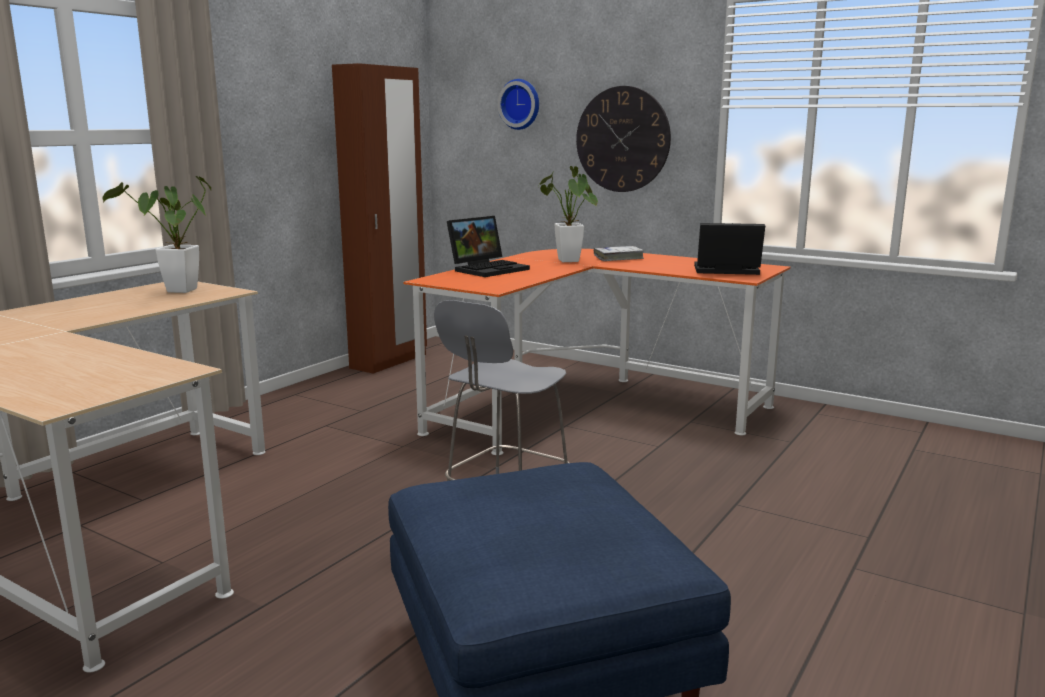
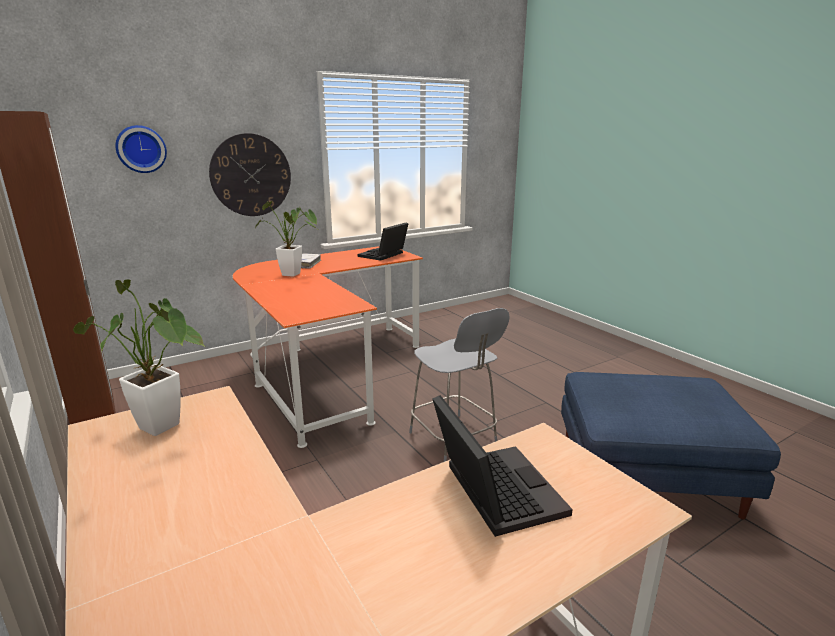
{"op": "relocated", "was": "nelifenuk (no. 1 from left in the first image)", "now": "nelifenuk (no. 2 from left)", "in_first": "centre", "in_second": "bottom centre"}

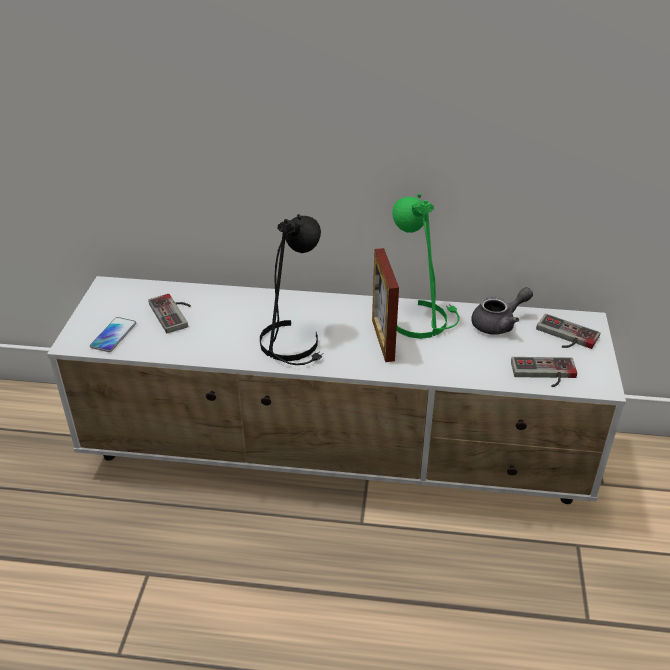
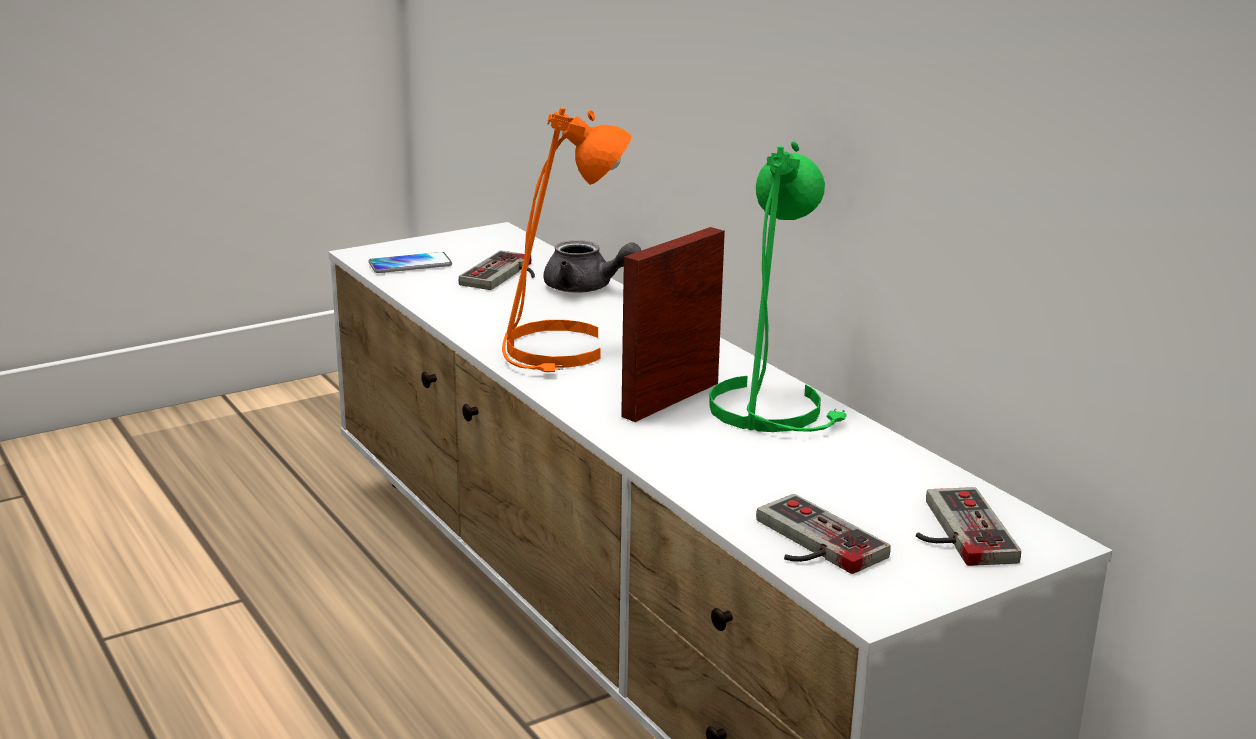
{"op": "colour", "was": "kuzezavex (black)", "now": "kuzezavex (orange)", "in_first": "centre", "in_second": "top centre"}
{"op": "relocated", "was": "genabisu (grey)", "in_first": "middle right", "in_second": "centre"}

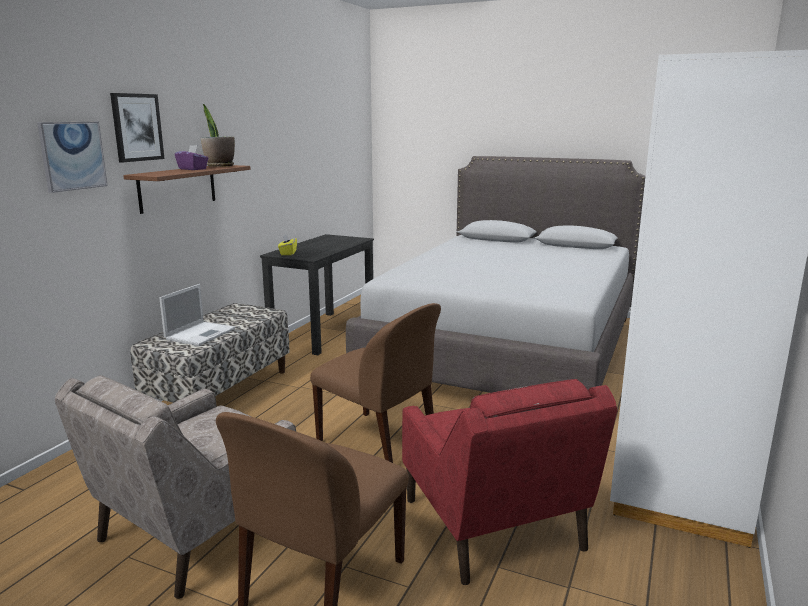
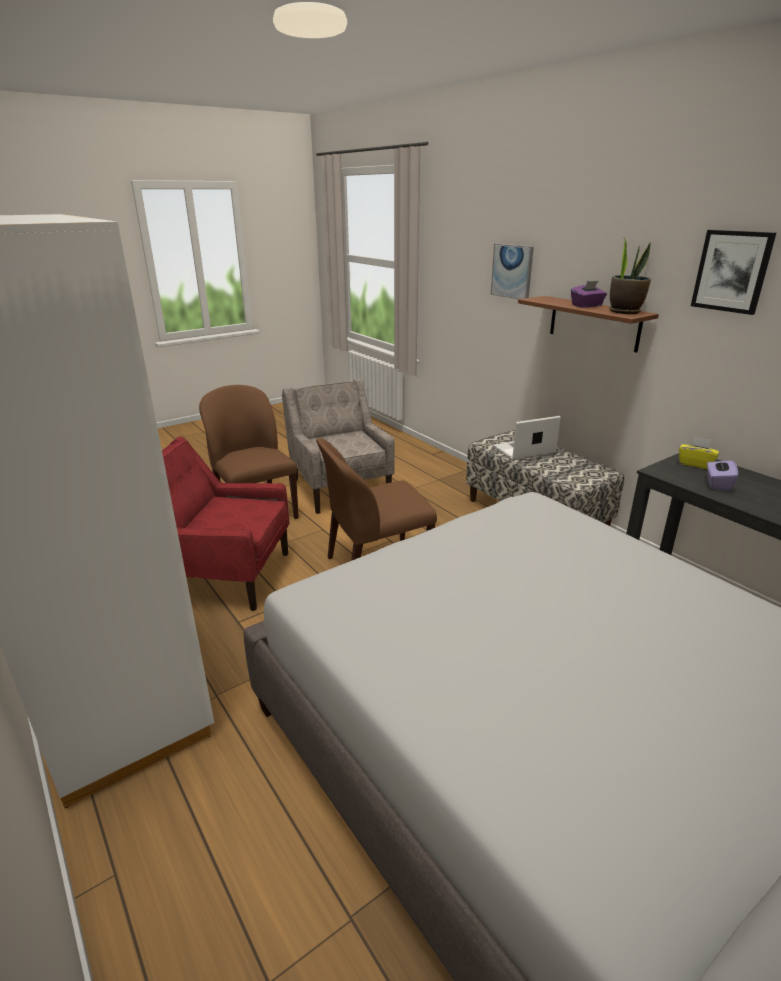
{"op": "relocated", "was": "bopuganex (no. 2 from left)", "in_first": "top left", "in_second": "top right"}
{"op": "spun", "was": "nelifenuk", "in_first": "middle left", "in_second": "middle right", "clockwise": 105}
{"op": "appeared", "now": "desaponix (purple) (no. 2 from left)", "in_second": "middle right"}

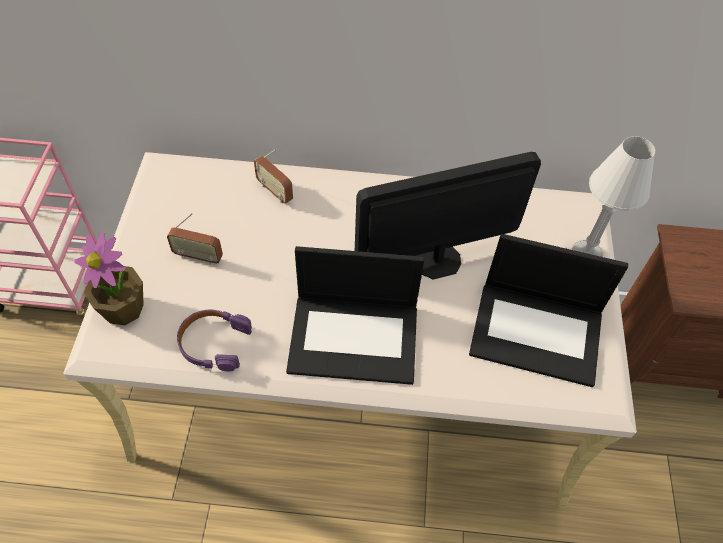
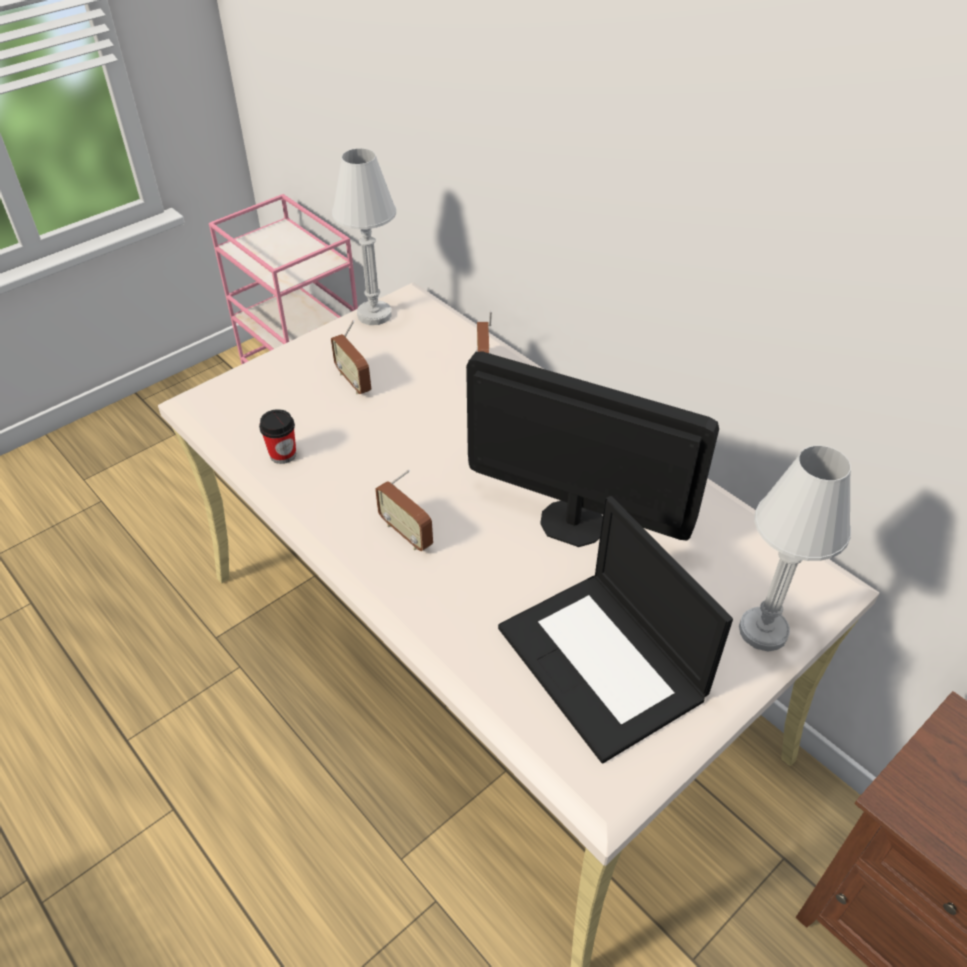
{"op": "missing", "was": "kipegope", "in_first": "middle left"}
{"op": "exchanged", "was": "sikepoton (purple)", "now": "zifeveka", "in_first": "middle left", "in_second": "middle left"}
{"op": "exchanged", "was": "nelifenuk (no. 1 from left)", "now": "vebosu (no. 2 from left)", "in_first": "centre", "in_second": "centre"}
{"op": "appeared", "now": "kuzezavex (white) (no. 1 from left)", "in_second": "top centre"}

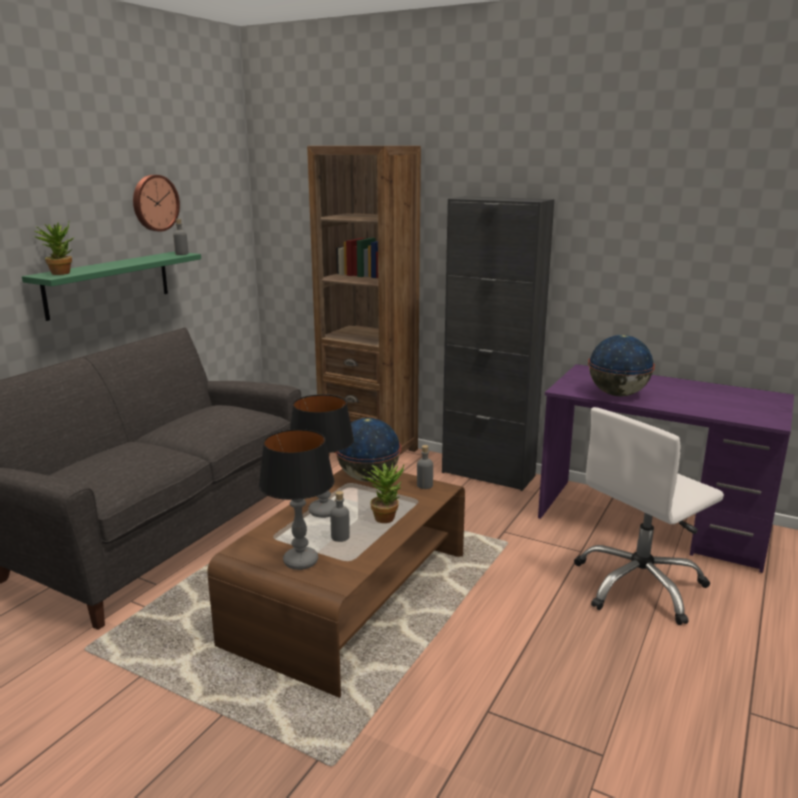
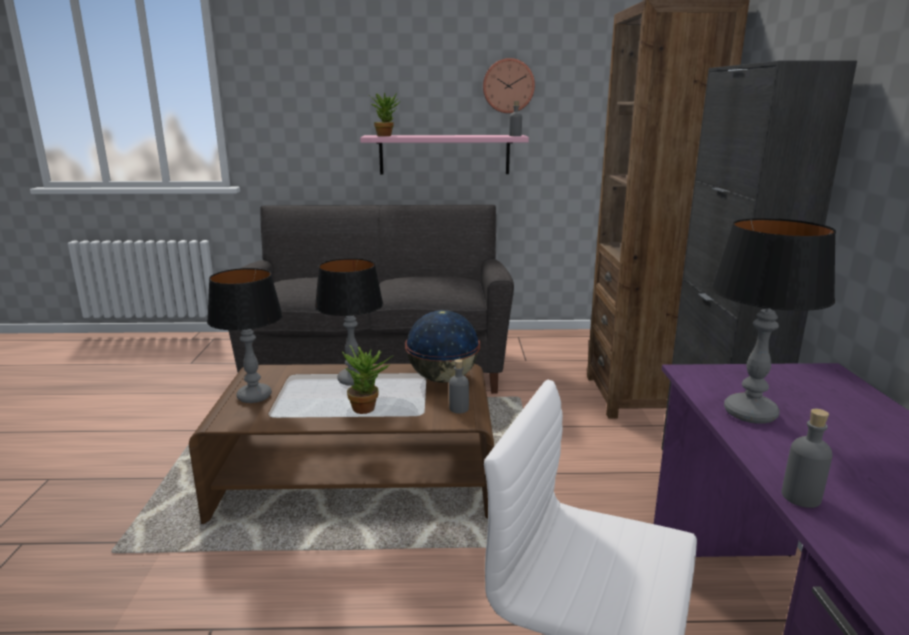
{"op": "colour", "was": "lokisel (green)", "now": "lokisel (pink)", "in_first": "middle left", "in_second": "top centre"}
{"op": "relocated", "was": "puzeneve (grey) (no. 2 from left in the first image)", "now": "puzeneve (grey) (no. 3 from left)", "in_first": "centre", "in_second": "bottom right"}
{"op": "exchanged", "was": "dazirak (no. 2 from left)", "now": "kuzezavex (no. 3 from left)", "in_first": "middle right", "in_second": "middle right"}

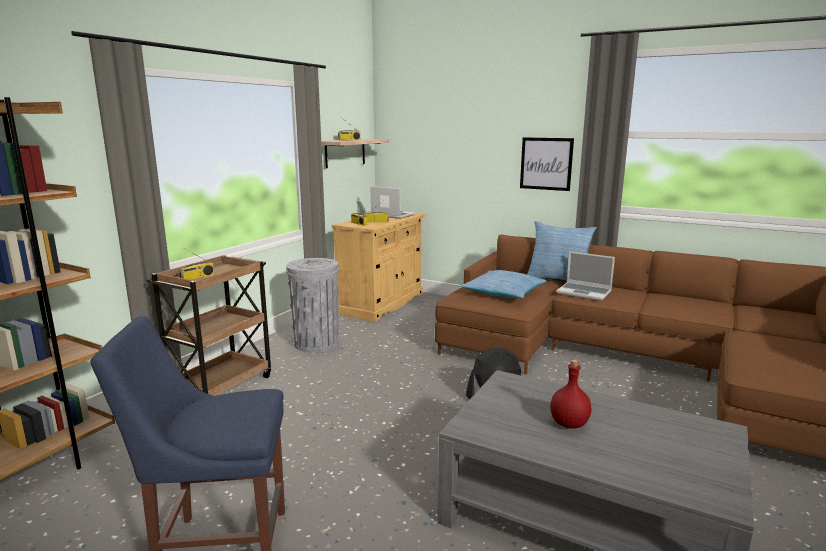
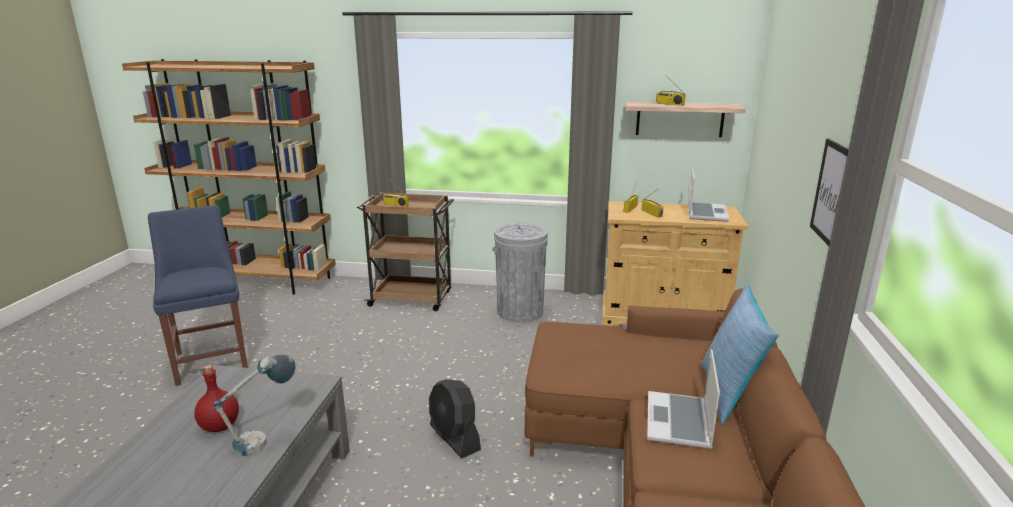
{"op": "missing", "was": "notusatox (no. 1 from left)", "in_first": "centre"}
{"op": "appeared", "now": "kuzezavex", "in_second": "bottom left"}

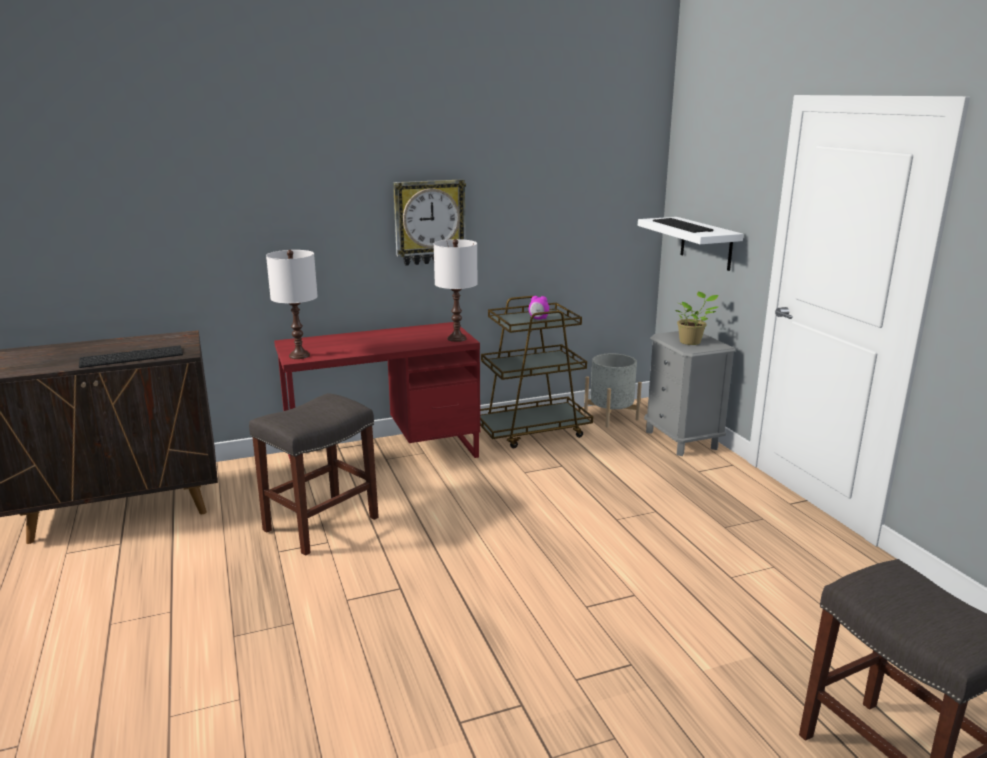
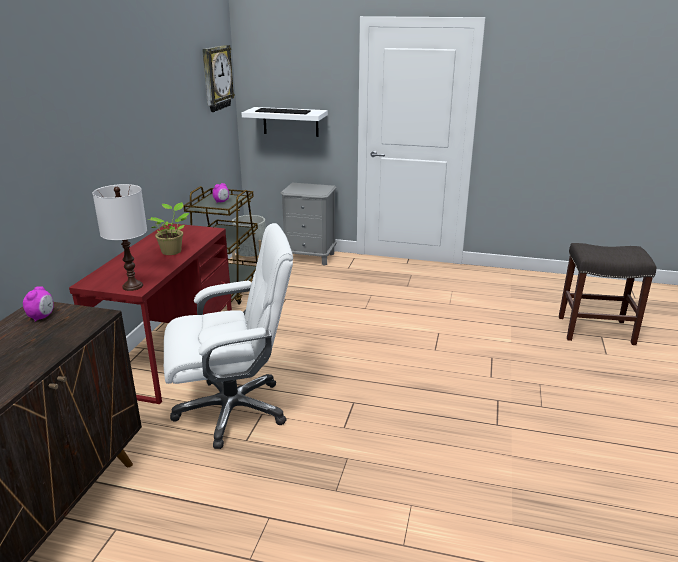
{"op": "missing", "was": "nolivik (no. 1 from left)", "in_first": "middle left"}
{"op": "exchanged", "was": "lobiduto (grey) (no. 1 from left)", "now": "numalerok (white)", "in_first": "middle left", "in_second": "centre"}
{"op": "relocated", "was": "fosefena", "in_first": "top centre", "in_second": "top left"}
{"op": "missing", "was": "kuzezavex (white) (no. 2 from left)", "in_first": "centre"}
{"op": "relocated", "was": "kipegope", "in_first": "middle right", "in_second": "middle left"}
{"op": "appeared", "now": "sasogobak (no. 1 from left)", "in_second": "middle left"}

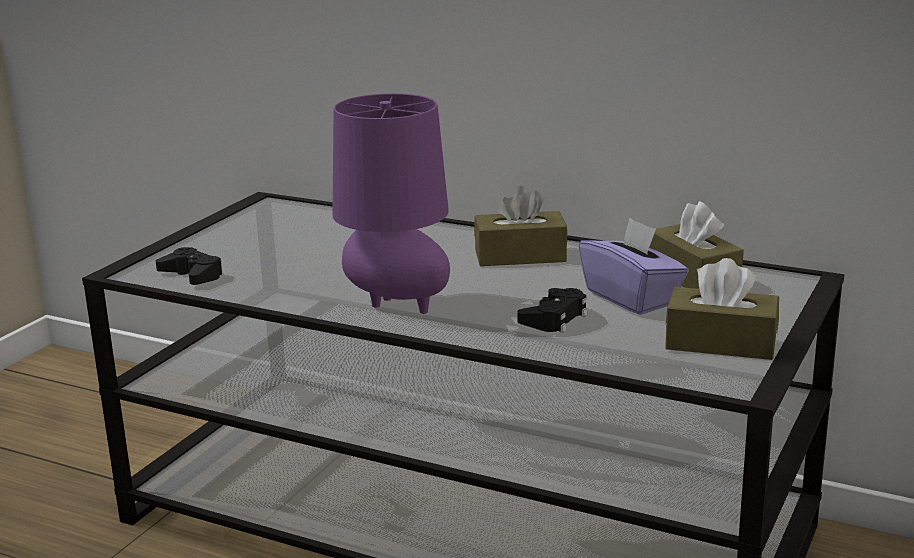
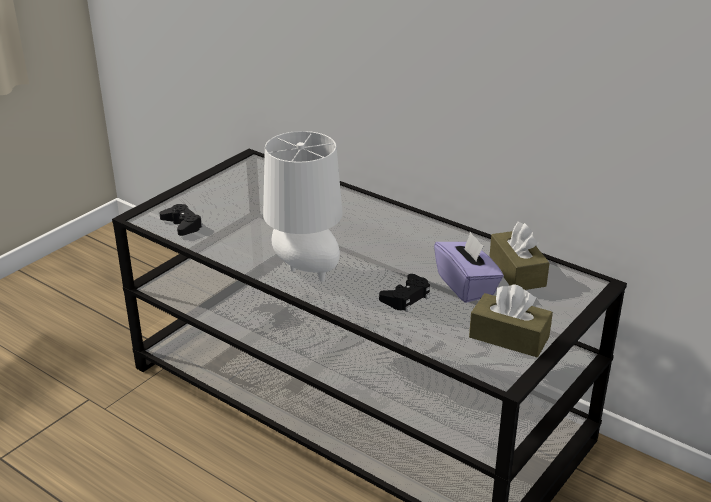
{"op": "colour", "was": "kuzezavex (purple)", "now": "kuzezavex (white)", "in_first": "centre", "in_second": "centre"}
{"op": "missing", "was": "desaponix (brown) (no. 1 from left)", "in_first": "centre"}

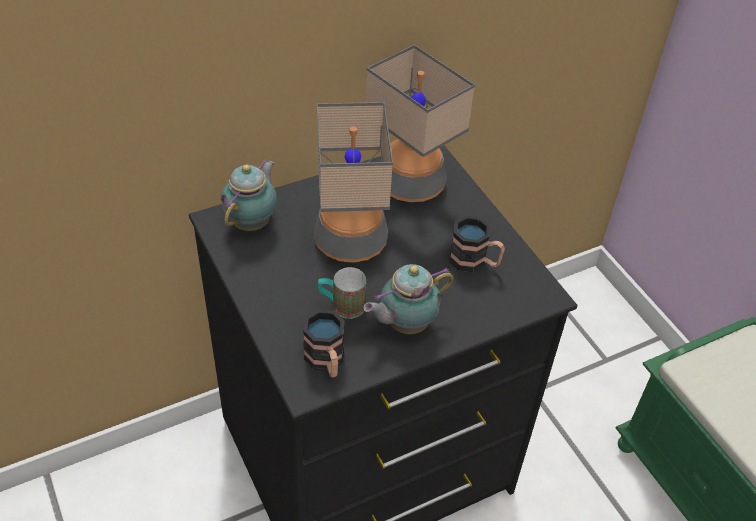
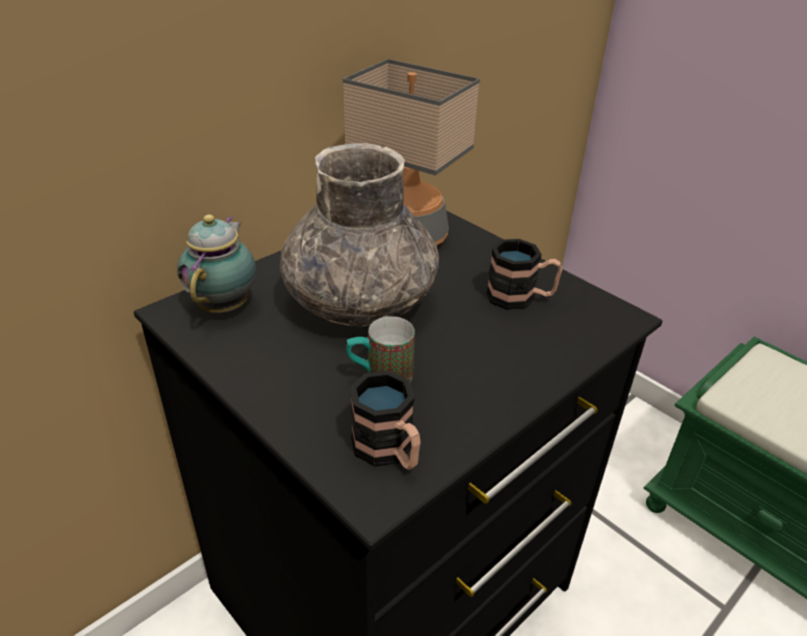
{"op": "exchanged", "was": "kuzezavex (no. 1 from left)", "now": "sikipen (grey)", "in_first": "centre", "in_second": "centre"}
{"op": "missing", "was": "genabisu (no. 2 from left)", "in_first": "centre"}

